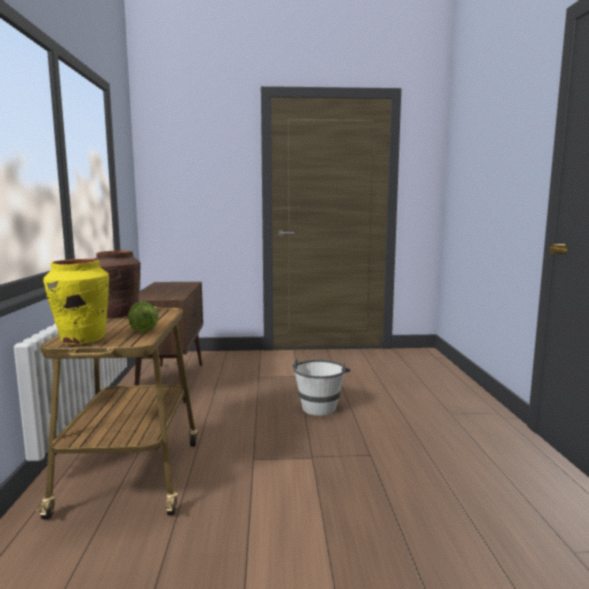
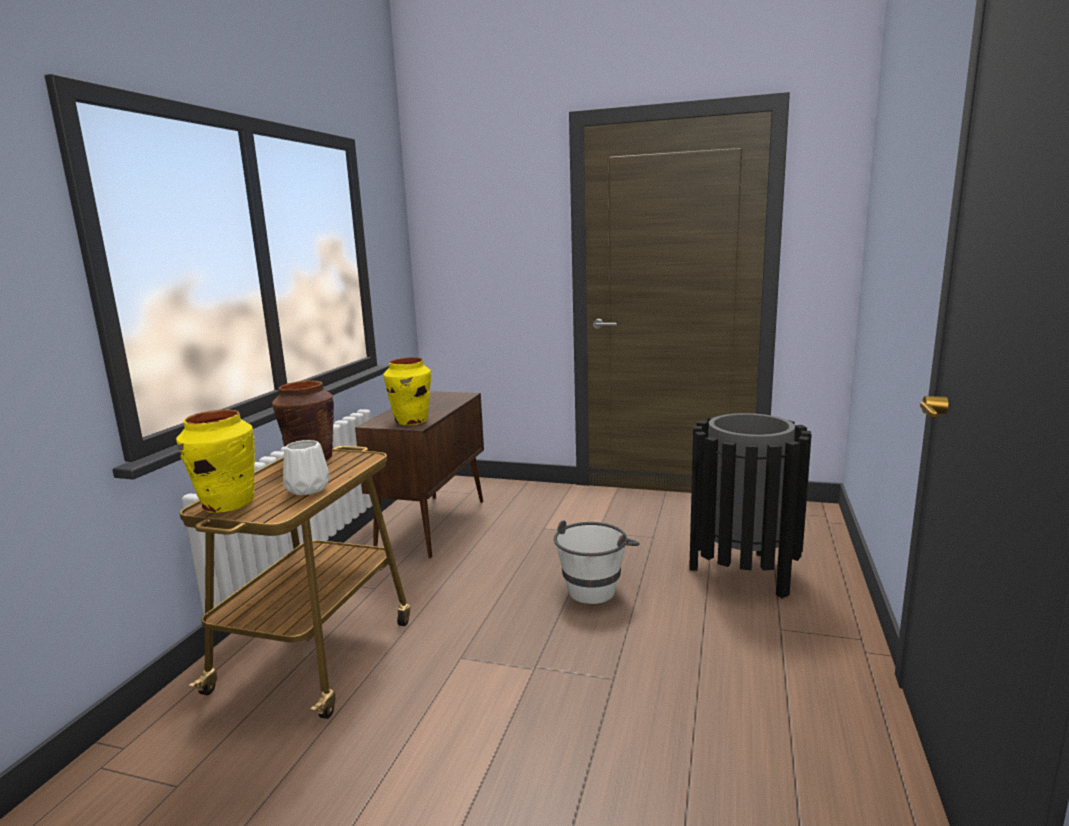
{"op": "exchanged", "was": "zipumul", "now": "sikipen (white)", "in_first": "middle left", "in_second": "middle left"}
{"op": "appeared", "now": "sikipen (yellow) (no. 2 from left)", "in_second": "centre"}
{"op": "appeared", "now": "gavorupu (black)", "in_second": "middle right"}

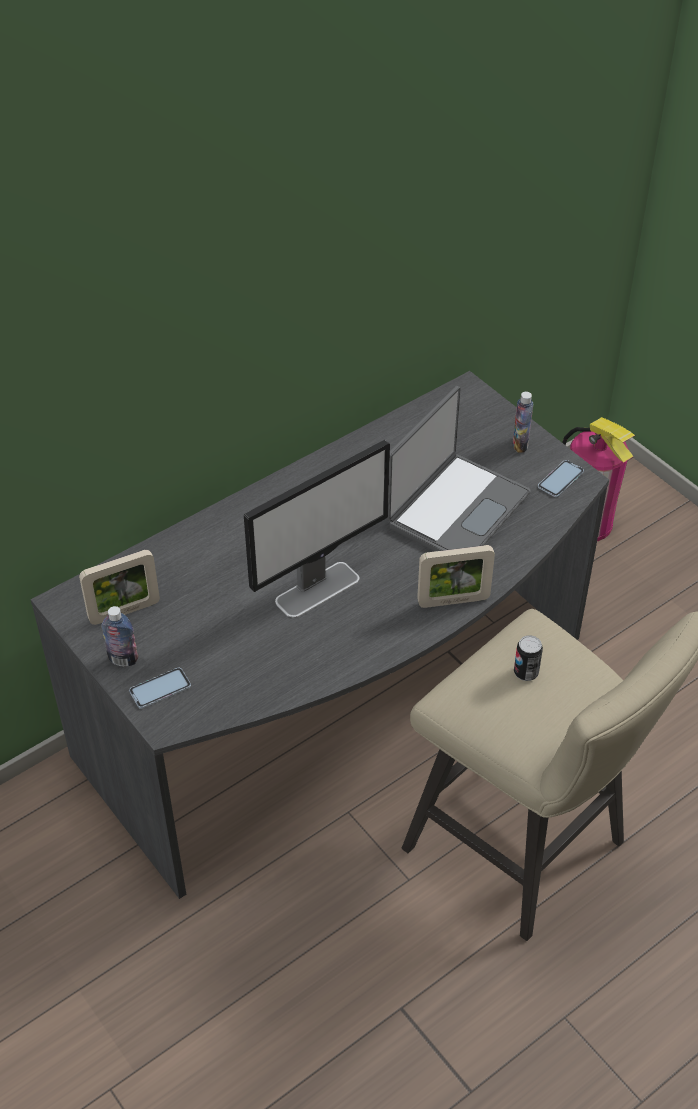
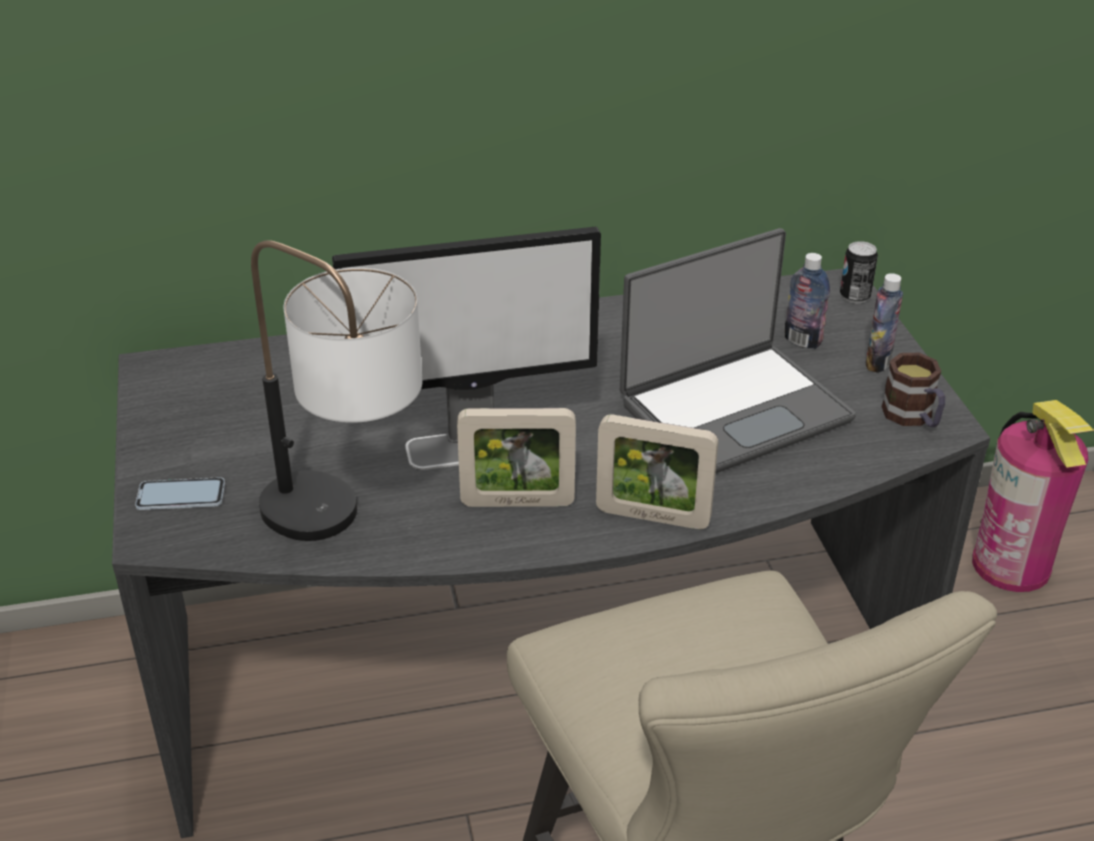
{"op": "relocated", "was": "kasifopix (no. 1 from left)", "in_first": "middle left", "in_second": "centre"}
{"op": "relocated", "was": "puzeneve (no. 1 from left)", "in_first": "middle left", "in_second": "middle right"}
{"op": "relocated", "was": "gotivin", "in_first": "middle right", "in_second": "top right"}
{"op": "exchanged", "was": "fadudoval (no. 2 from left)", "now": "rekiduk", "in_first": "middle right", "in_second": "middle right"}
{"op": "appeared", "now": "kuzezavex", "in_second": "middle left"}

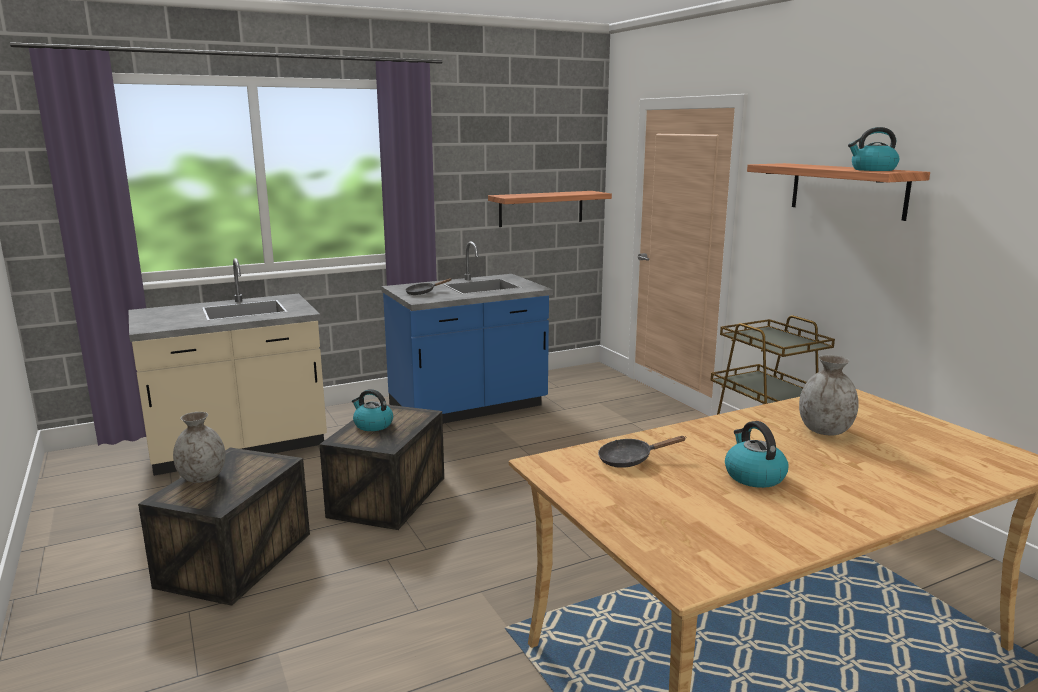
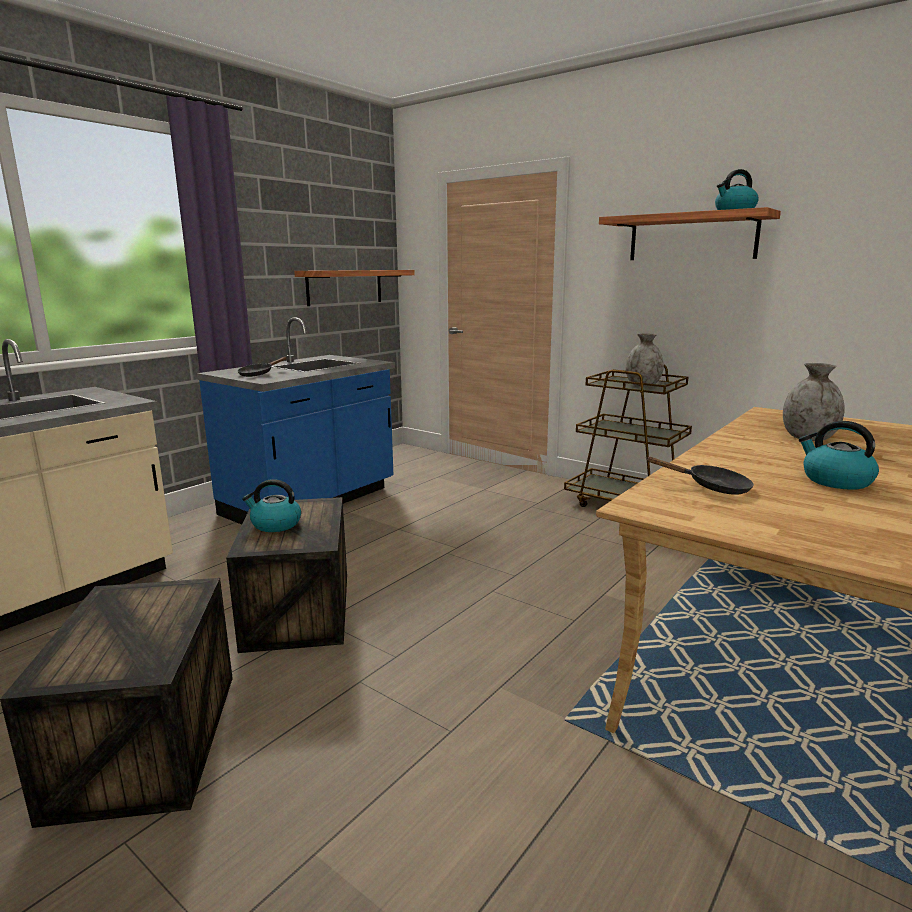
{"op": "relocated", "was": "sikipen (grey) (no. 1 from left)", "in_first": "middle left", "in_second": "middle right"}
{"op": "spun", "was": "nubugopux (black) (no. 2 from left)", "in_first": "centre", "in_second": "middle right", "clockwise": -120}

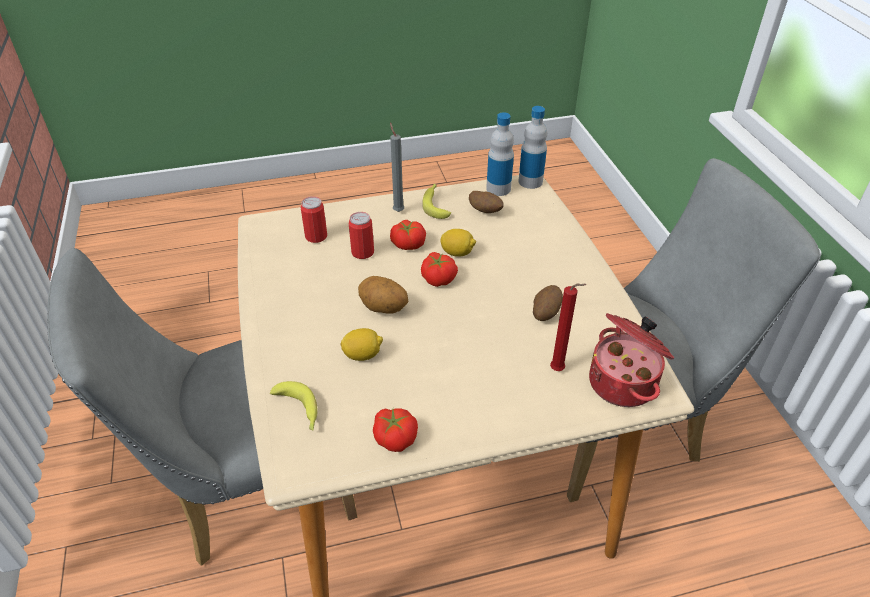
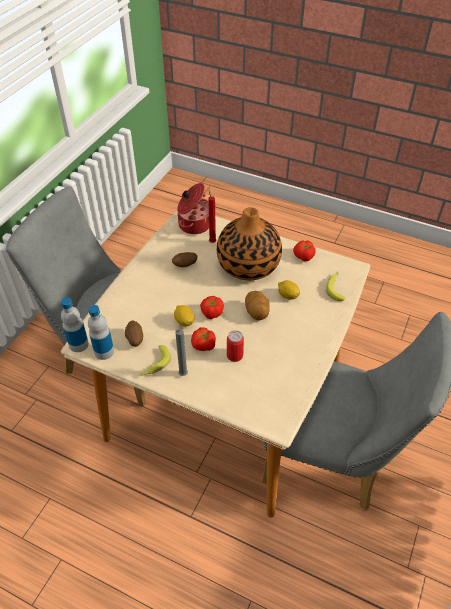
{"op": "missing", "was": "gotivin (no. 1 from left)", "in_first": "centre"}
{"op": "appeared", "now": "sikipen", "in_second": "centre"}

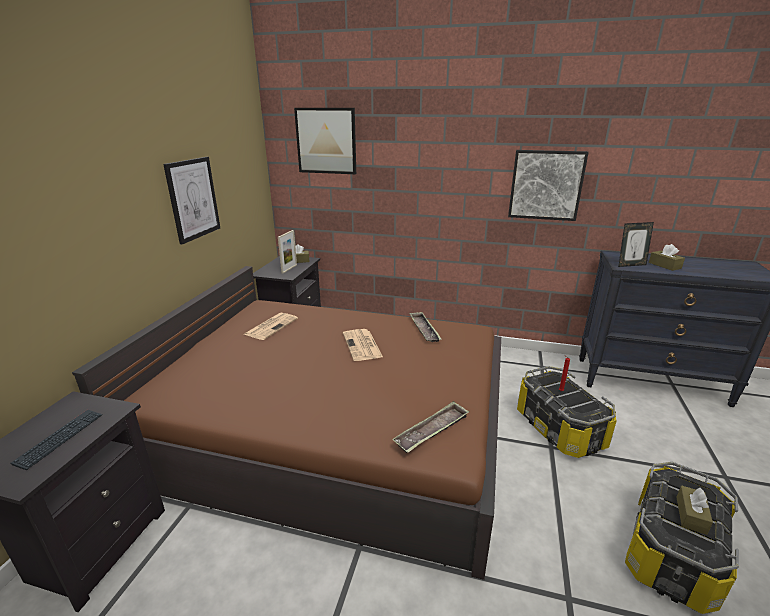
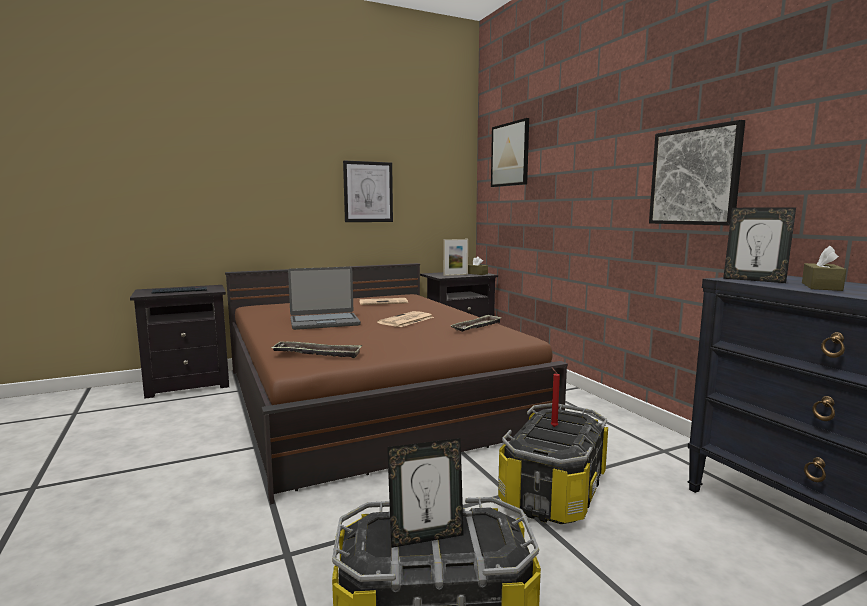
{"op": "exchanged", "was": "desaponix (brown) (no. 3 from left)", "now": "kasifopix (no. 1 from left)", "in_first": "bottom right", "in_second": "bottom centre"}
{"op": "appeared", "now": "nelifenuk", "in_second": "centre"}

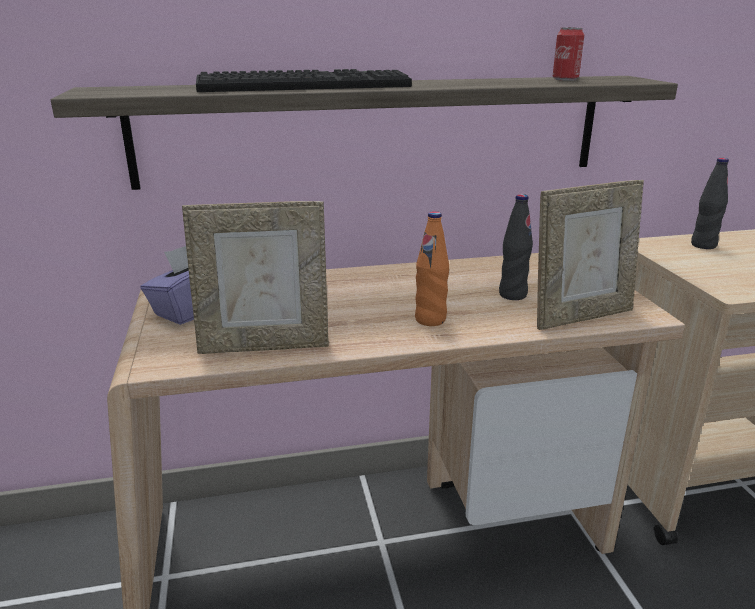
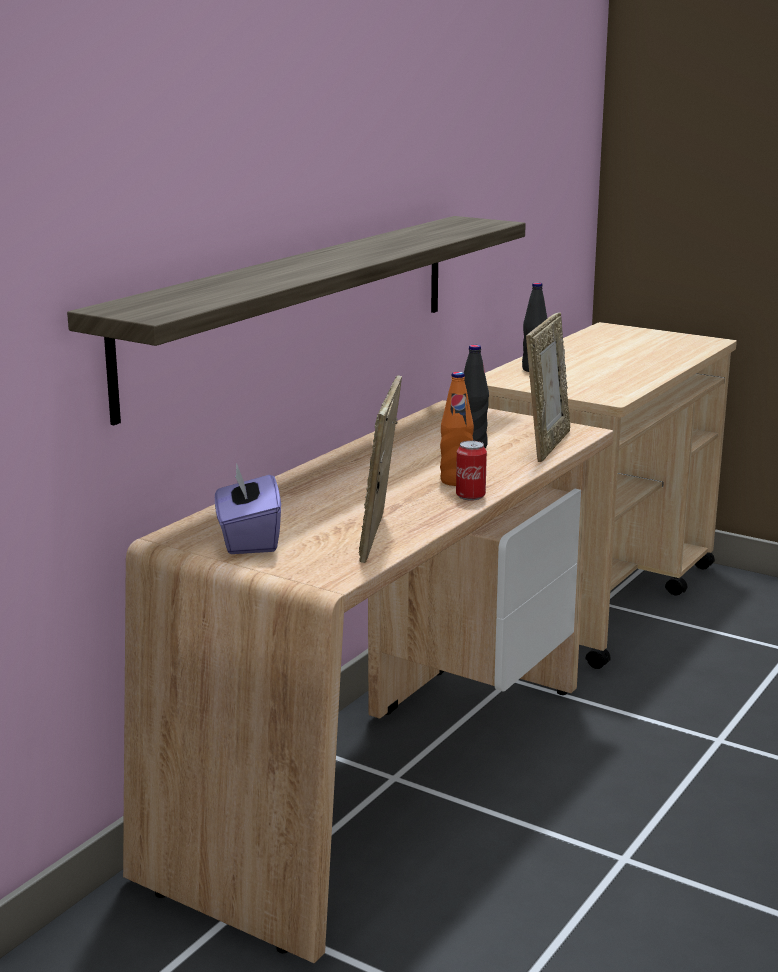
{"op": "spun", "was": "kasifopix (no. 1 from left)", "in_first": "centre", "in_second": "centre", "clockwise": 150}
{"op": "missing", "was": "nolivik", "in_first": "top centre"}
{"op": "relocated", "was": "gotivin", "in_first": "top right", "in_second": "centre"}

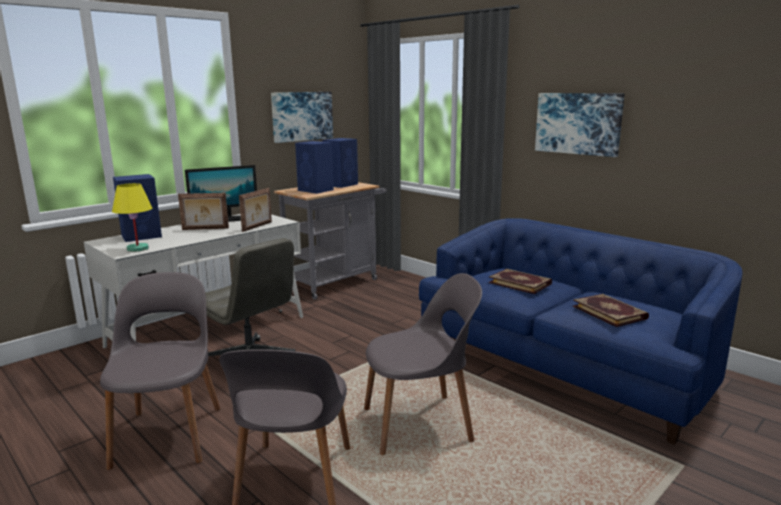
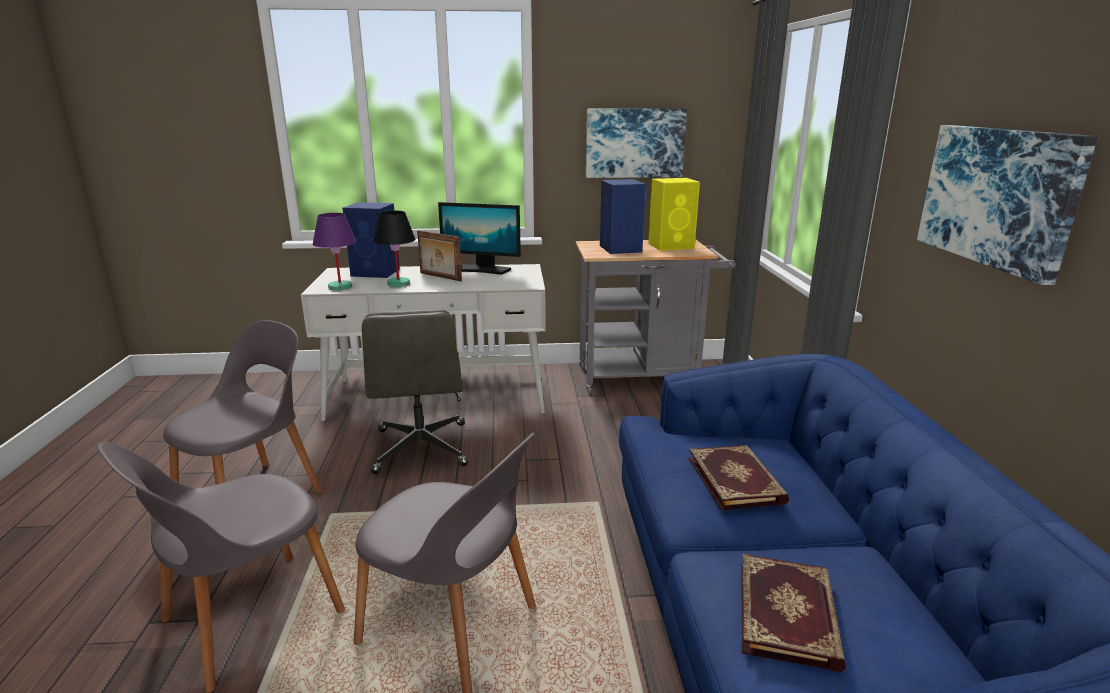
{"op": "colour", "was": "kuzezavex (yellow)", "now": "kuzezavex (purple)", "in_first": "middle left", "in_second": "middle left"}
{"op": "missing", "was": "kasifopix (no. 2 from left)", "in_first": "middle left"}
{"op": "colour", "was": "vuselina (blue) (no. 3 from left)", "now": "vuselina (yellow)", "in_first": "top centre", "in_second": "top centre"}
{"op": "appeared", "now": "kuzezavex (black)", "in_second": "centre"}

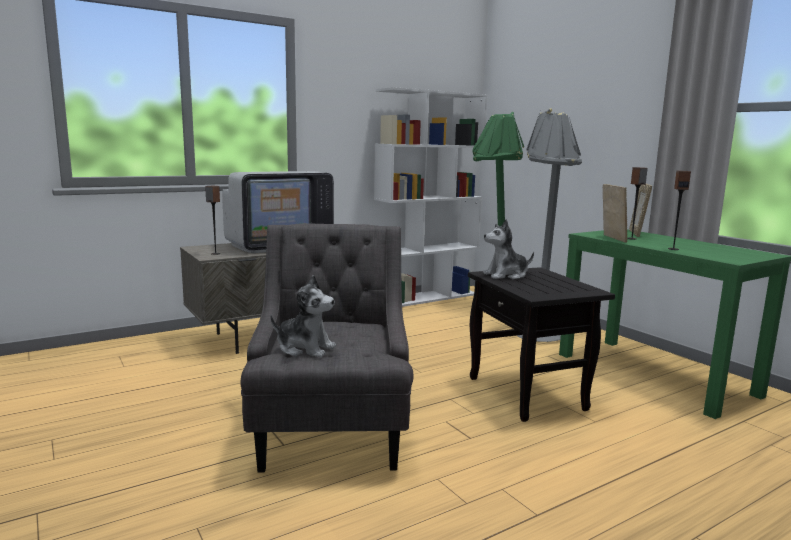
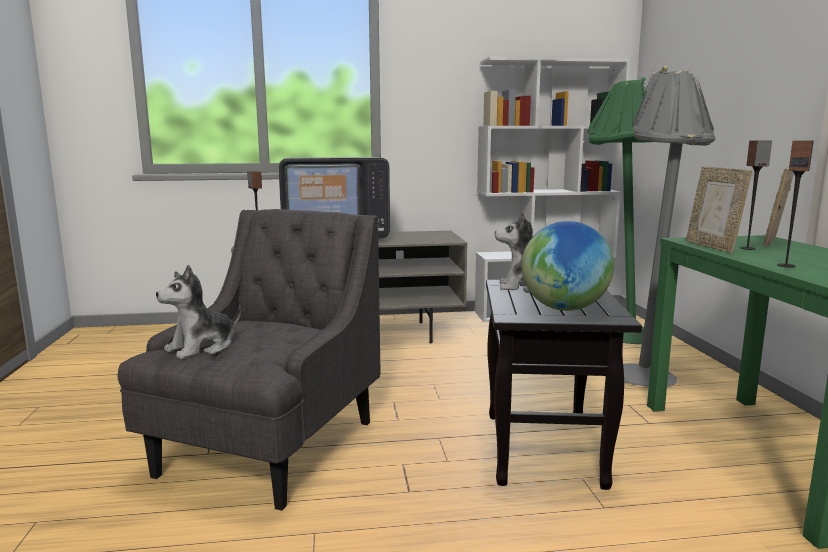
{"op": "spun", "was": "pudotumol (no. 1 from left)", "in_first": "centre", "in_second": "middle left", "clockwise": 90}
{"op": "spun", "was": "kasifopix (no. 1 from left)", "in_first": "middle right", "in_second": "middle right", "clockwise": 150}
{"op": "appeared", "now": "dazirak", "in_second": "middle right"}

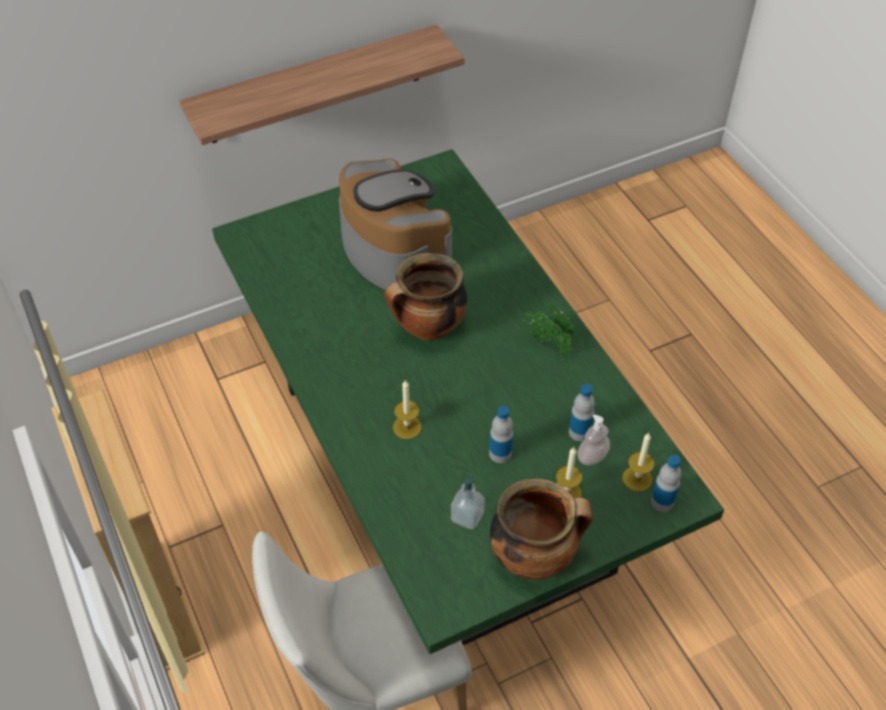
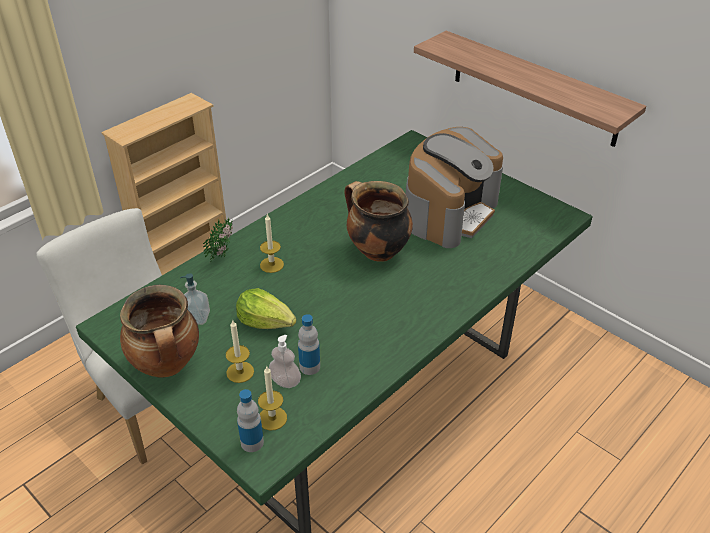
{"op": "exchanged", "was": "puzeneve (no. 1 from left)", "now": "zipumul", "in_first": "centre", "in_second": "centre"}
{"op": "relocated", "was": "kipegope", "in_first": "centre", "in_second": "middle left"}

